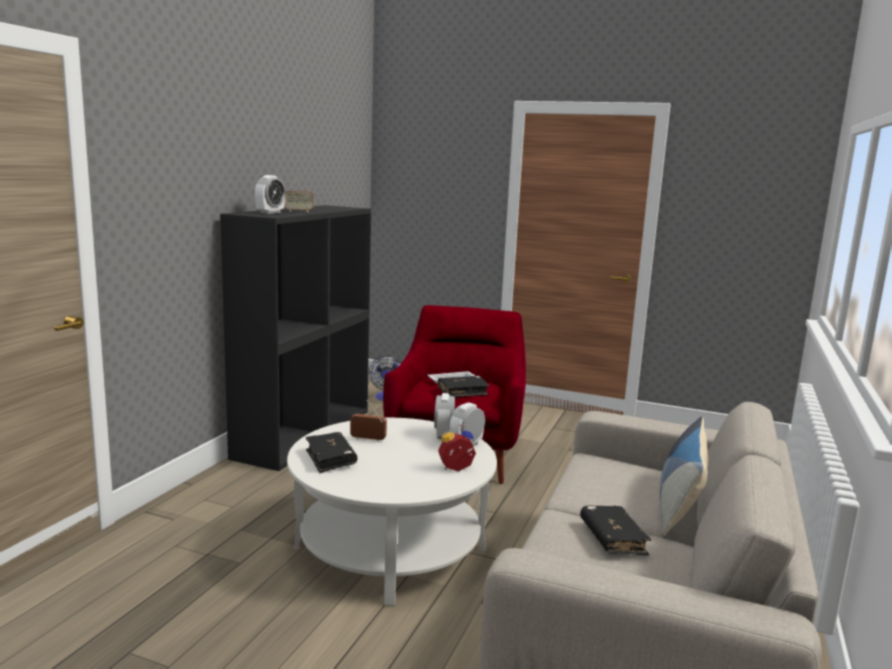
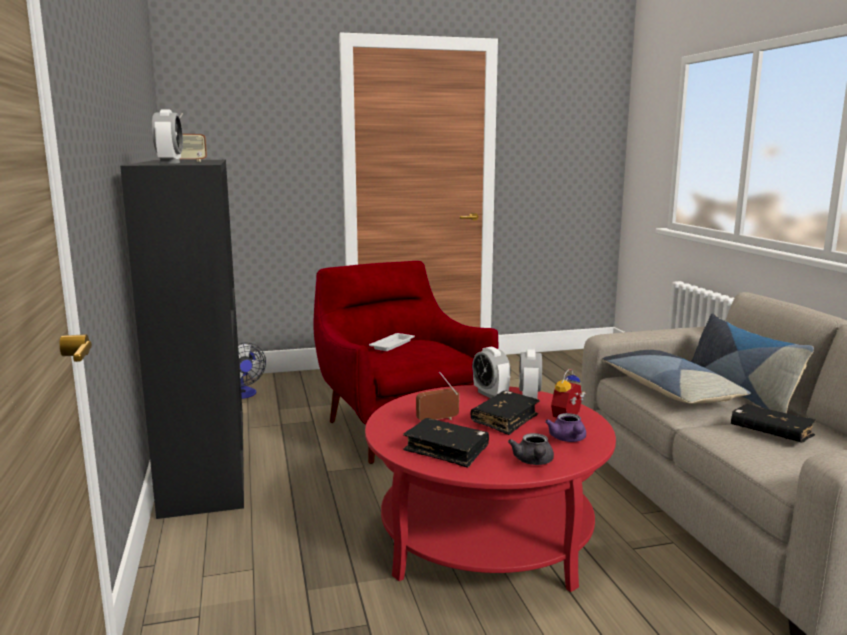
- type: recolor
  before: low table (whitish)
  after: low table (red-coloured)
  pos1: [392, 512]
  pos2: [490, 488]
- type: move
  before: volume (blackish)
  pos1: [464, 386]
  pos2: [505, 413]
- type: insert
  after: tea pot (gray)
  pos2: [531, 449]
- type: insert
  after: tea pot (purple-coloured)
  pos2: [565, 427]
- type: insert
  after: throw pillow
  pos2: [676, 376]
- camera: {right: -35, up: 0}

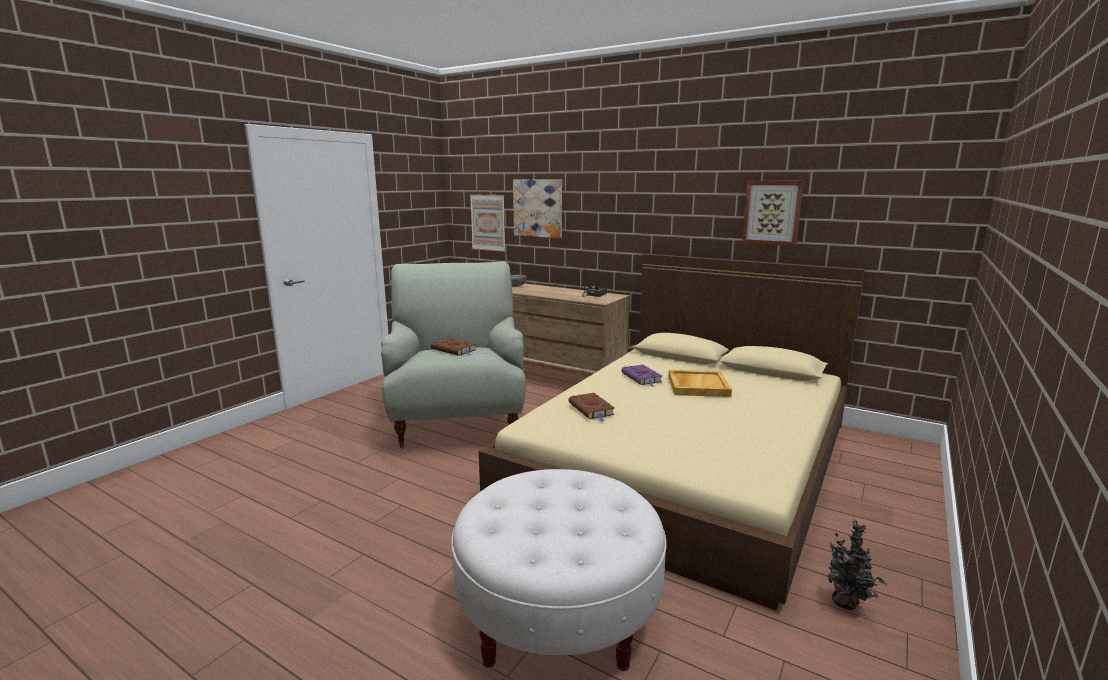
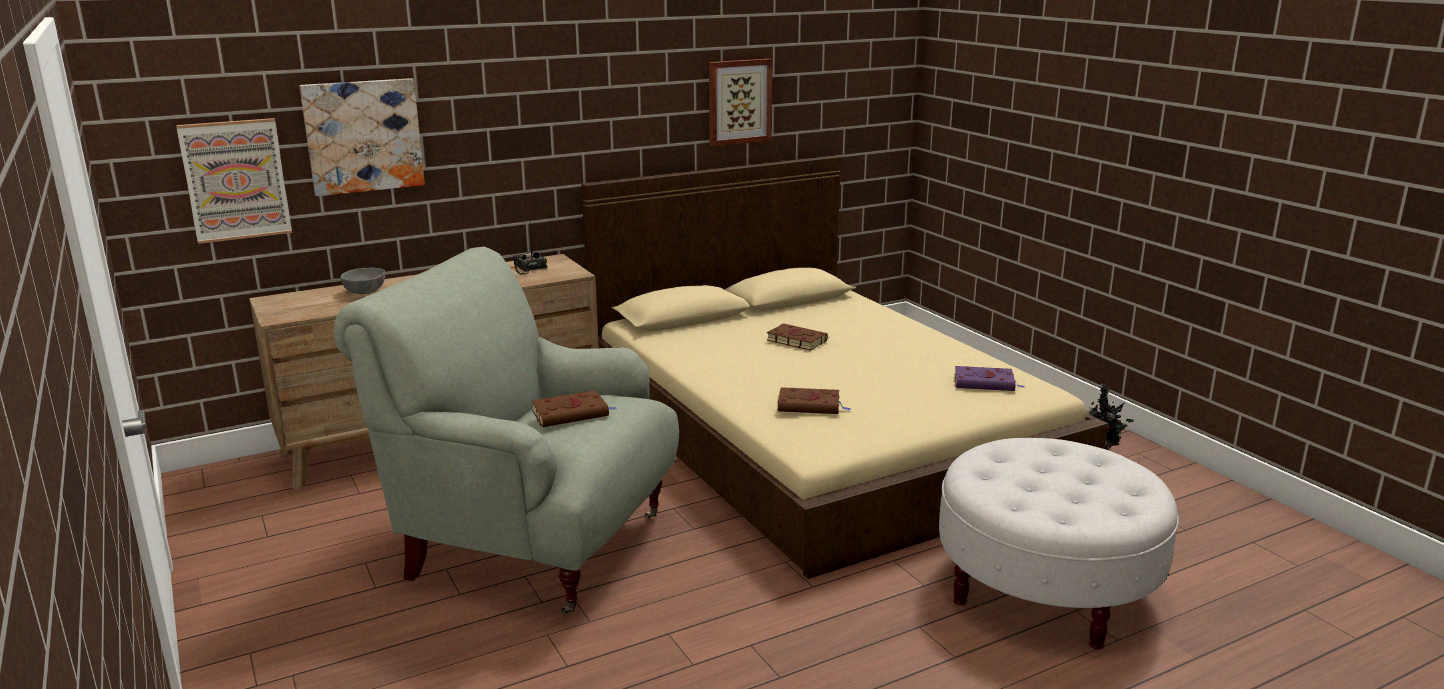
- type: move
  before: volume (purple-coloured)
  pos1: [641, 376]
  pos2: [989, 378]
- type: replace
  before: serving tray (sand-coloured)
  after: volume (brown-coloured)
  pos1: [700, 383]
  pos2: [797, 337]
- camera: {right: -60, up: 5}

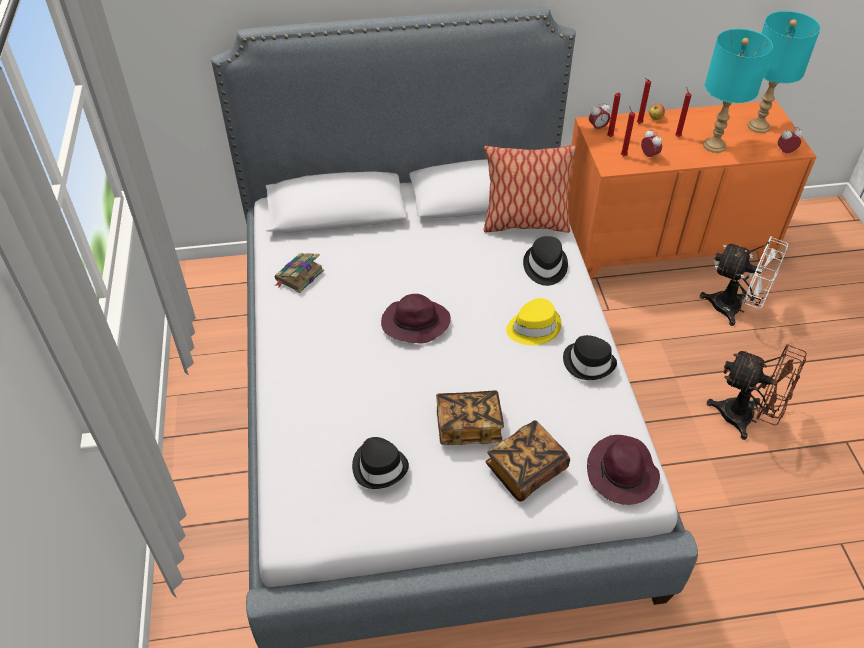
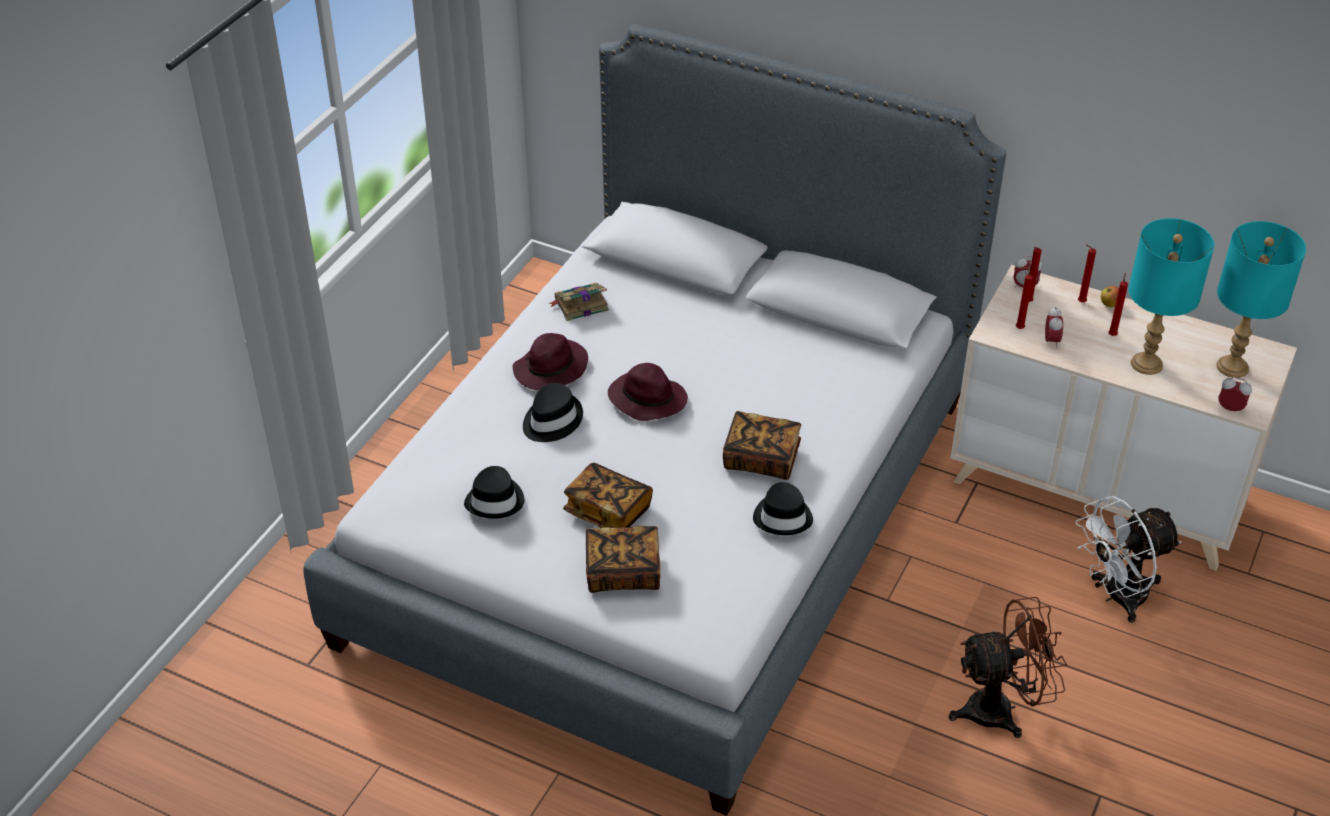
- type: delete
  before: throw pillow
  pos1: [530, 189]
- type: replace
  before: hat (yellowish)
  after: volume
  pos1: [534, 321]
  pos2: [762, 445]
- type: move
  before: hat (blackish)
  pos1: [545, 261]
  pos2: [553, 412]
- type: recolor
  before: dresser (orange)
  after: dresser (sand-coloured)
  pos1: [692, 190]
  pos2: [1124, 418]
- type: move
  before: hat (purple-coloured)
  pos1: [623, 470]
  pos2: [550, 361]
- type: rotate
  before: cooling fan (whitish)
  pos1: [744, 281]
  pos2: [1128, 559]
  turn: 90
- type: rotate
  before: cooling fan (brown-coloured)
  pos1: [757, 392]
  pos2: [1008, 667]
  turn: -75
- camera: {right: 35, up: -5}

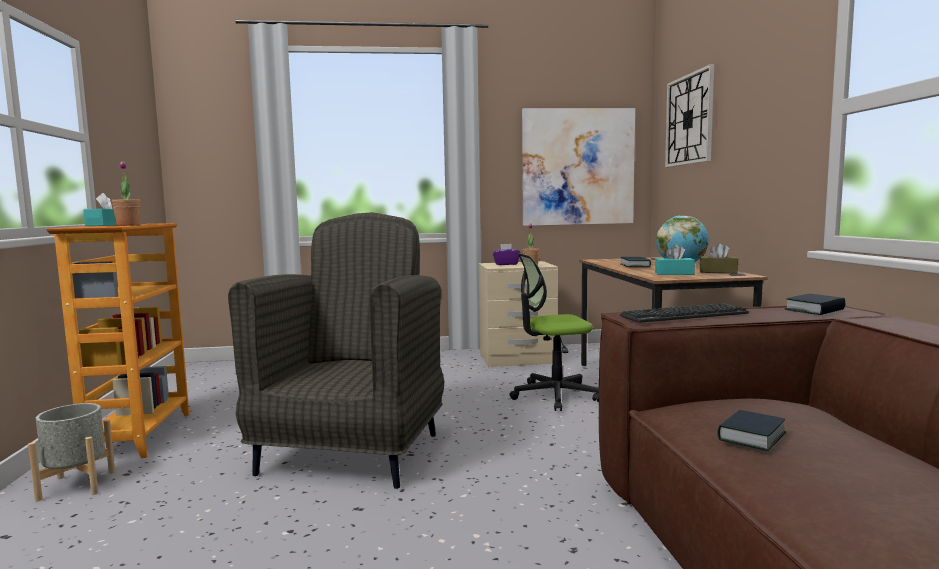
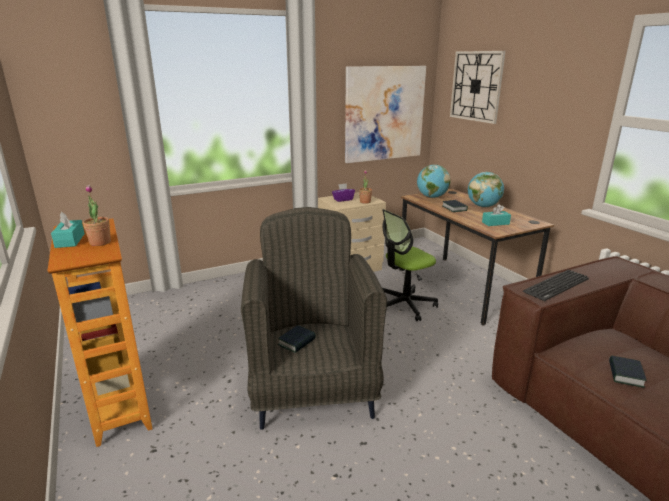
- type: delete
  before: plant pot (gray)
  pos1: [71, 452]
- type: delete
  before: tissue holder (brown-coloured)
  pos1: [719, 258]
- type: move
  before: volume
  pos1: [815, 304]
  pos2: [297, 339]
- type: insert
  after: globe
  pos2: [434, 181]
- camera: {right: -20, up: 15}

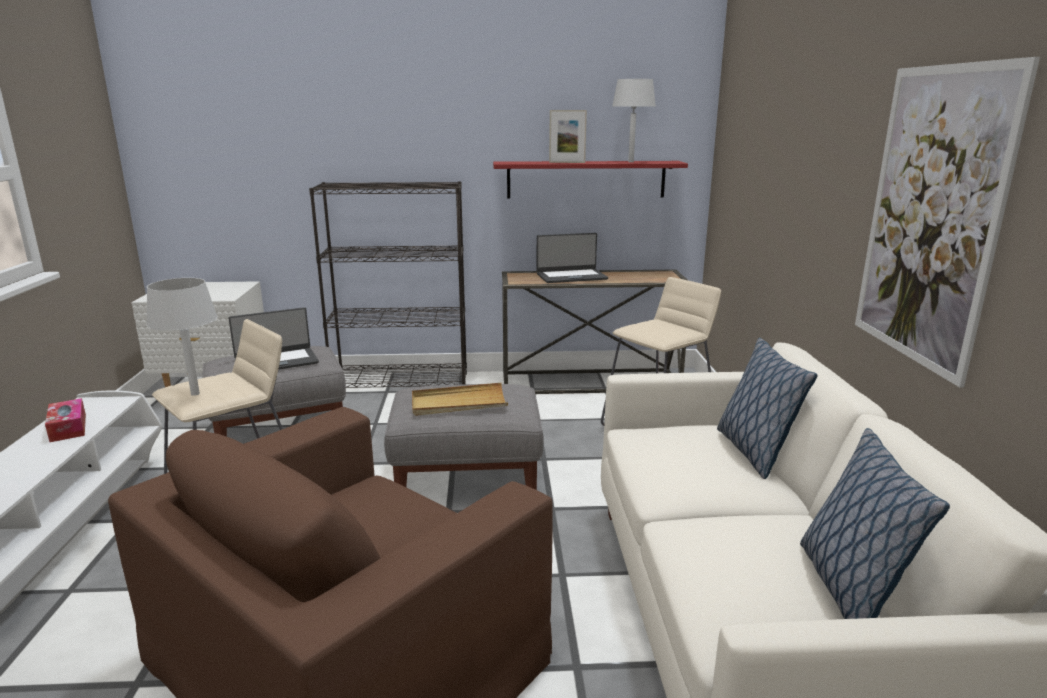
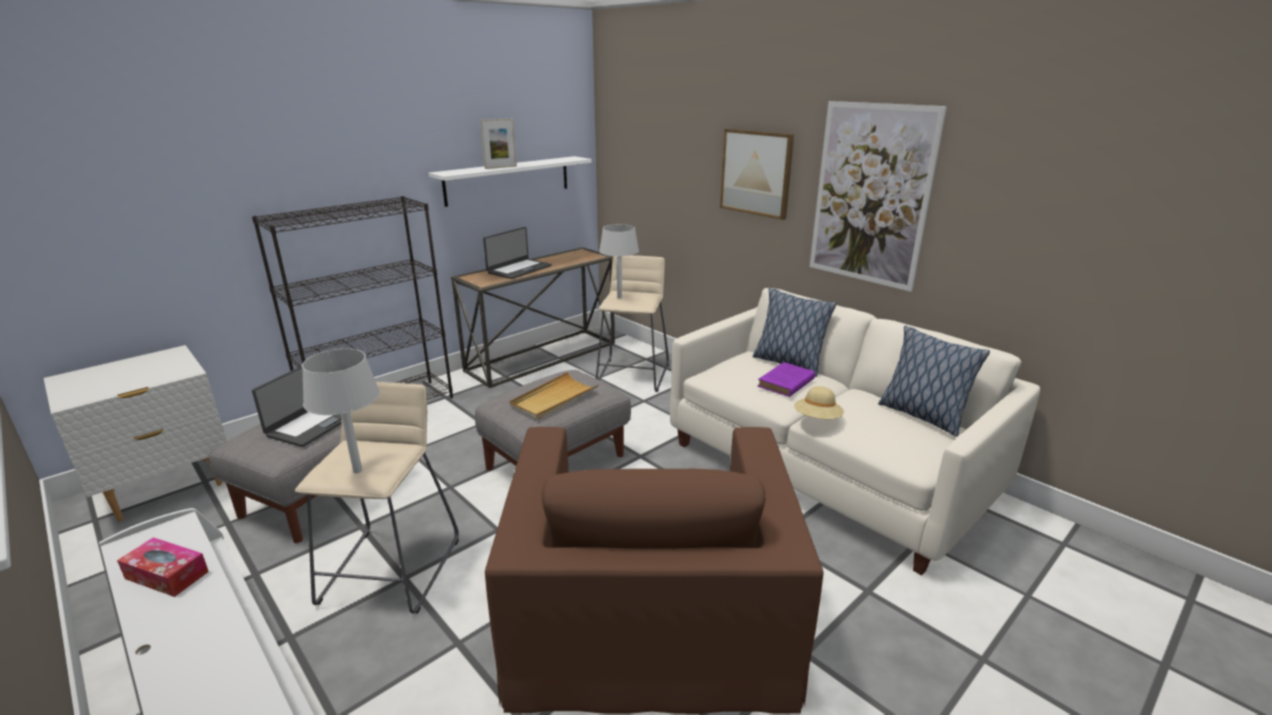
- type: recolor
  before: wall shelf (red-coloured)
  after: wall shelf (whitish)
  pos1: [590, 180]
  pos2: [510, 181]
- type: move
  before: table lamp (gray)
  pos1: [634, 120]
  pos2: [619, 261]
- type: insert
  after: wall picture
  pos2: [757, 174]
- type: insert
  after: volume (purple-coloured)
  pos2: [786, 379]
- type: insert
  after: hat (sand-coloured)
  pos2: [819, 402]
- camera: {right: -40, up: 5}

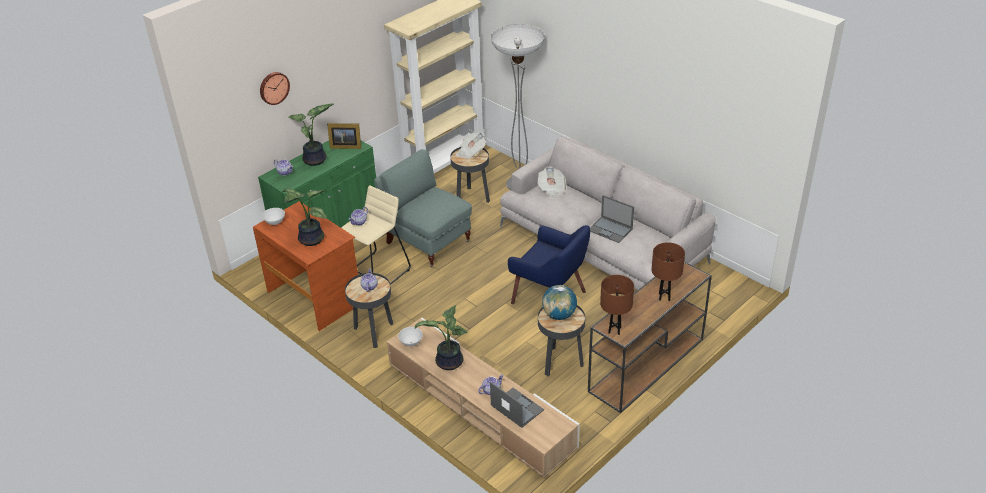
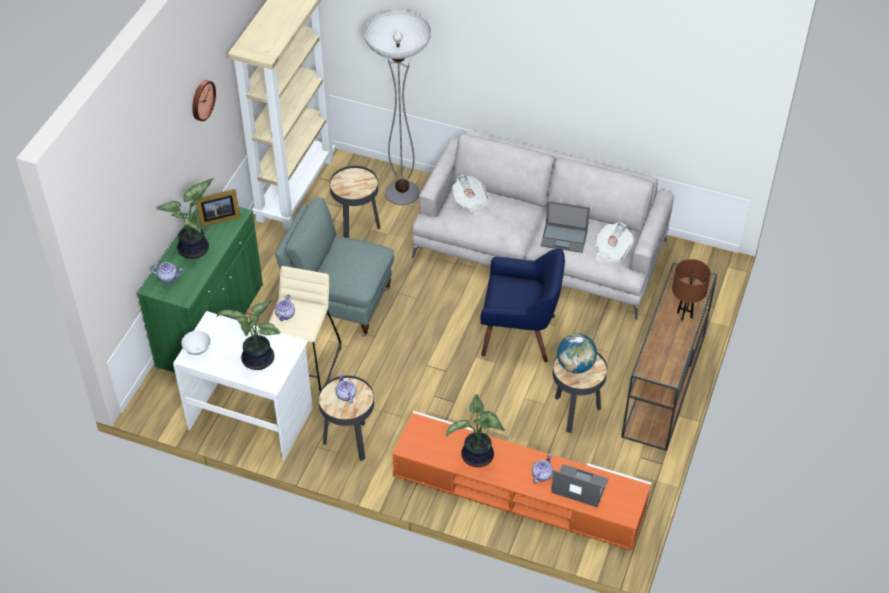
- type: recolor
  before: desk table (brown-coloured)
  after: desk table (whitish)
  pos1: [305, 266]
  pos2: [243, 385]
- type: move
  before: wall clock
  pos1: [275, 88]
  pos2: [204, 100]
- type: recolor
  before: media console (sand-coloured)
  after: media console (orange)
  pos1: [483, 397]
  pos2: [522, 481]
- type: delete
  before: deep dish (whitish)
  pos1: [410, 336]
- type: move
  before: daily paper
  pos1: [471, 146]
  pos2: [614, 242]
- type: delete
  before: table lamp (brown-coloured)
  pos1: [617, 305]
- camera: {right: -25, up: 10}

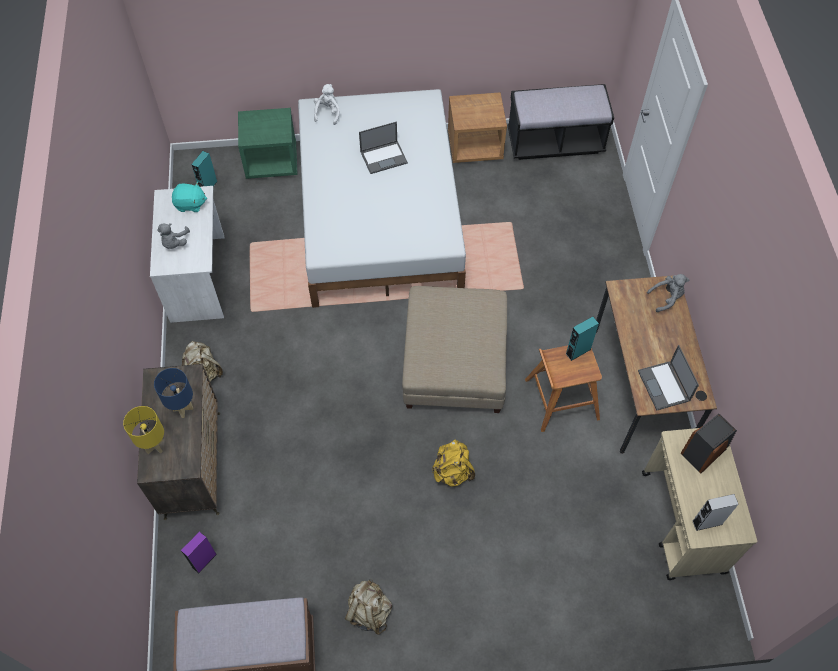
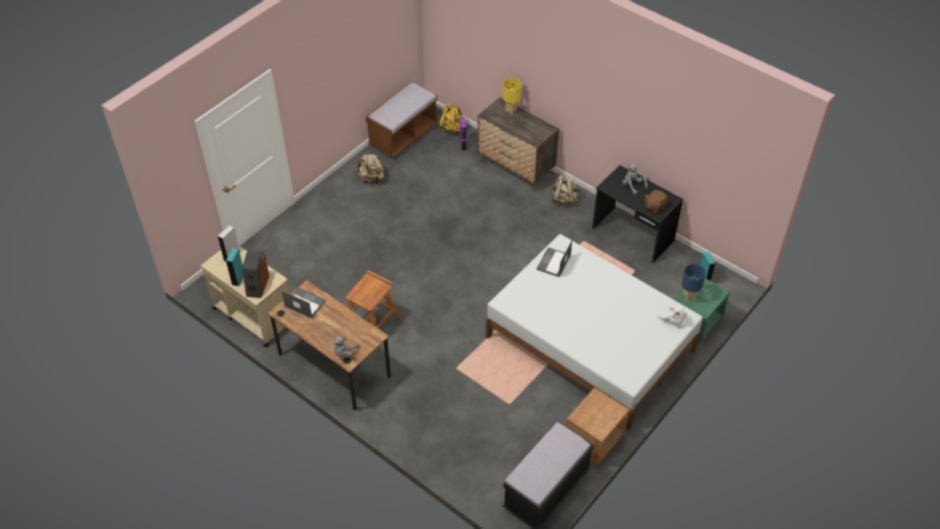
- type: recolor
  before: desk table (whitish)
  after: desk table (blackish)
  pos1: [187, 254]
  pos2: [637, 214]
- type: move
  before: table lamp (blue-coloured)
  pos1: [173, 393]
  pos2: [694, 282]
- type: recolor
  before: cuddly toy (turquoise-coloured)
  after: cuddly toy (brown-coloured)
  pos1: [189, 197]
  pos2: [656, 201]
- type: move
  before: notebook computer
  pos1: [383, 147]
  pos2: [554, 258]
- type: delete
  before: pouffe (sand-coloured)
  pos1: [454, 349]
- type: move
  before: knapsack (yellowish)
  pos1: [453, 463]
  pos2: [451, 119]
- type: move
  before: speaker (turquoise-coloured)
  pos1: [582, 338]
  pos2: [234, 267]
- camera: {right: 135, up: -10}

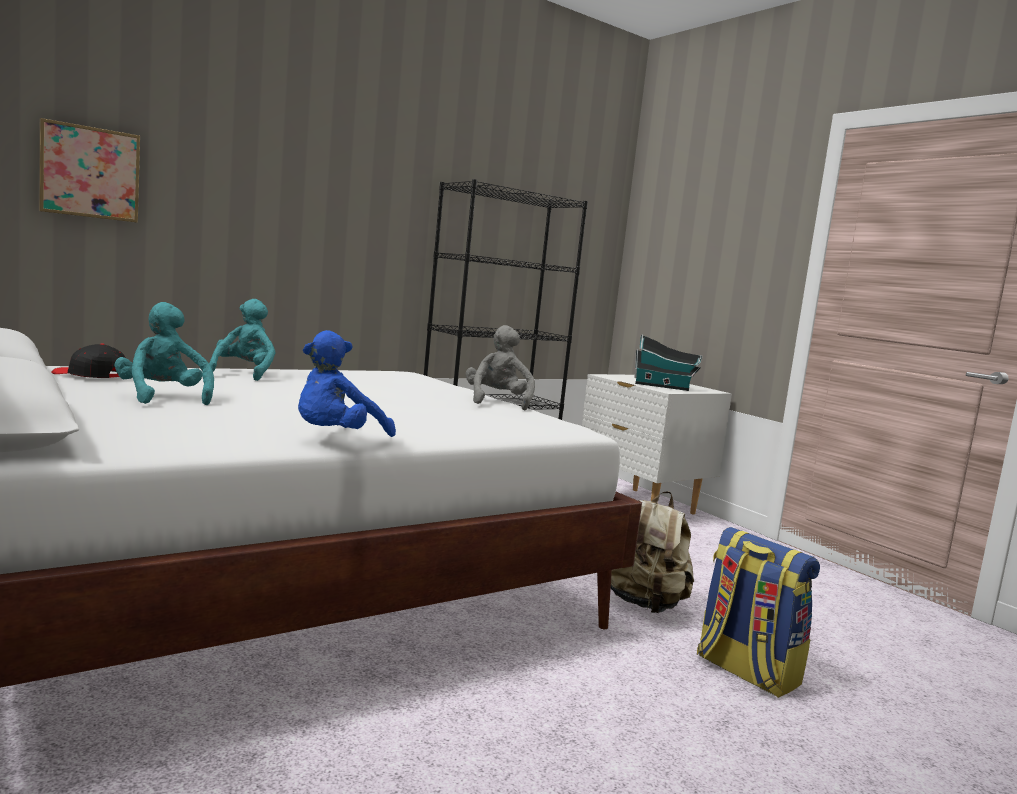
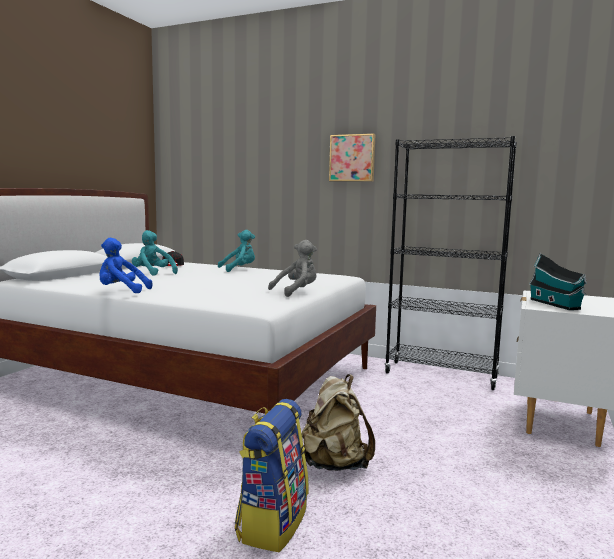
- type: move
  before: wall picture
  pos1: [89, 170]
  pos2: [352, 158]
- type: rotate
  before: cuddly toy (turquoise-coloured)
  pos1: [164, 353]
  pos2: [155, 253]
  turn: -75
- camera: {right: 60, up: 0}

